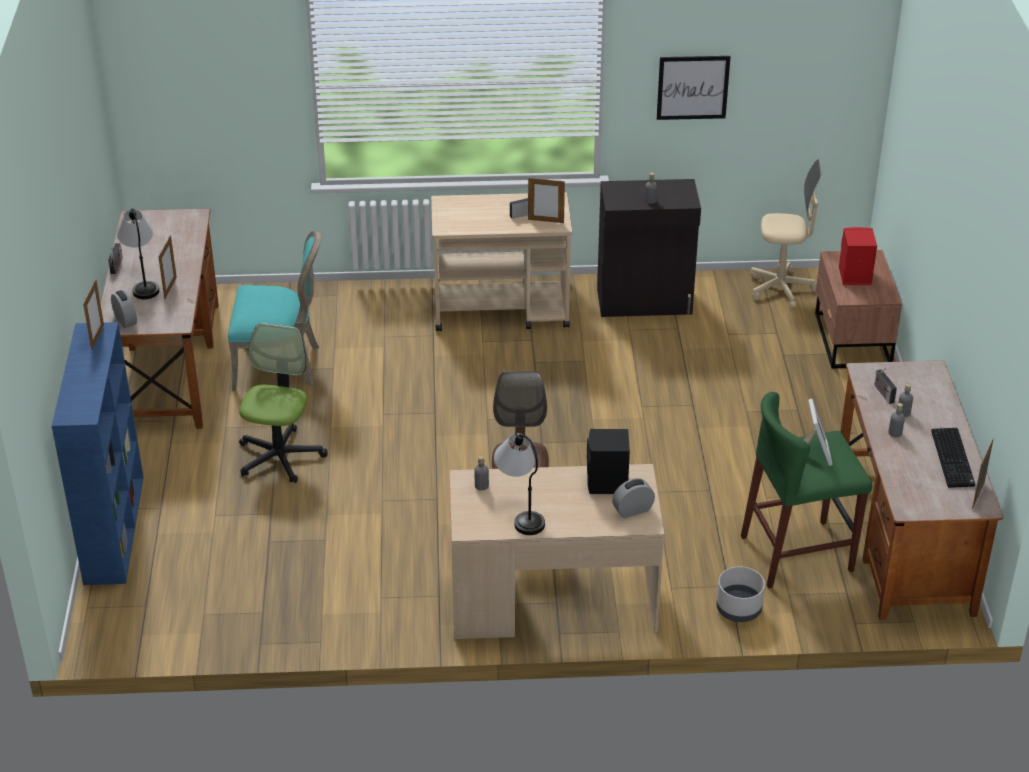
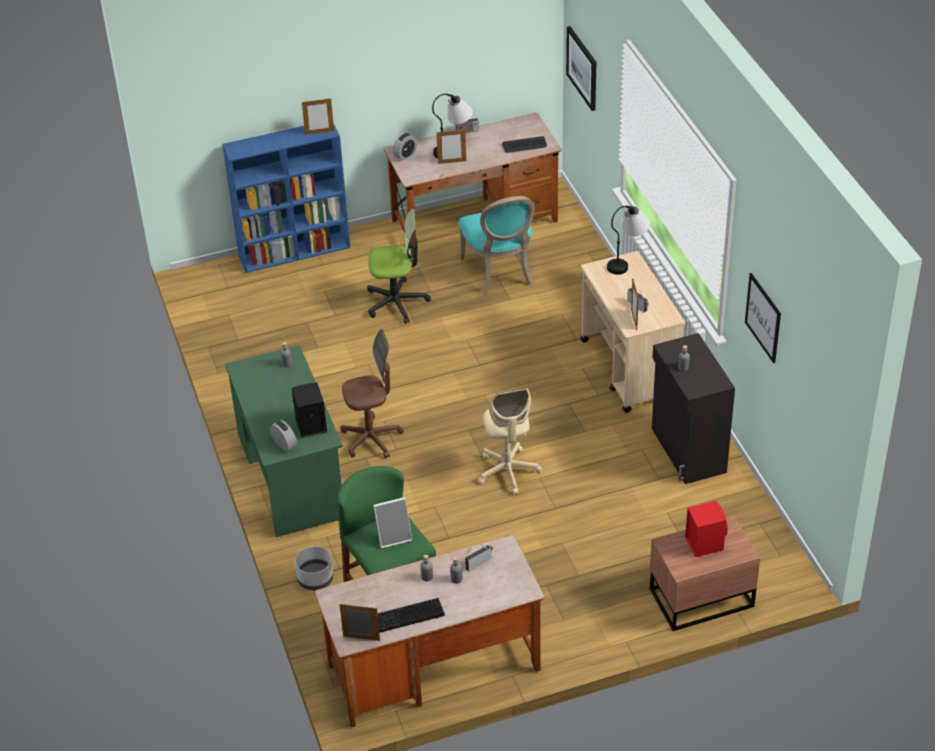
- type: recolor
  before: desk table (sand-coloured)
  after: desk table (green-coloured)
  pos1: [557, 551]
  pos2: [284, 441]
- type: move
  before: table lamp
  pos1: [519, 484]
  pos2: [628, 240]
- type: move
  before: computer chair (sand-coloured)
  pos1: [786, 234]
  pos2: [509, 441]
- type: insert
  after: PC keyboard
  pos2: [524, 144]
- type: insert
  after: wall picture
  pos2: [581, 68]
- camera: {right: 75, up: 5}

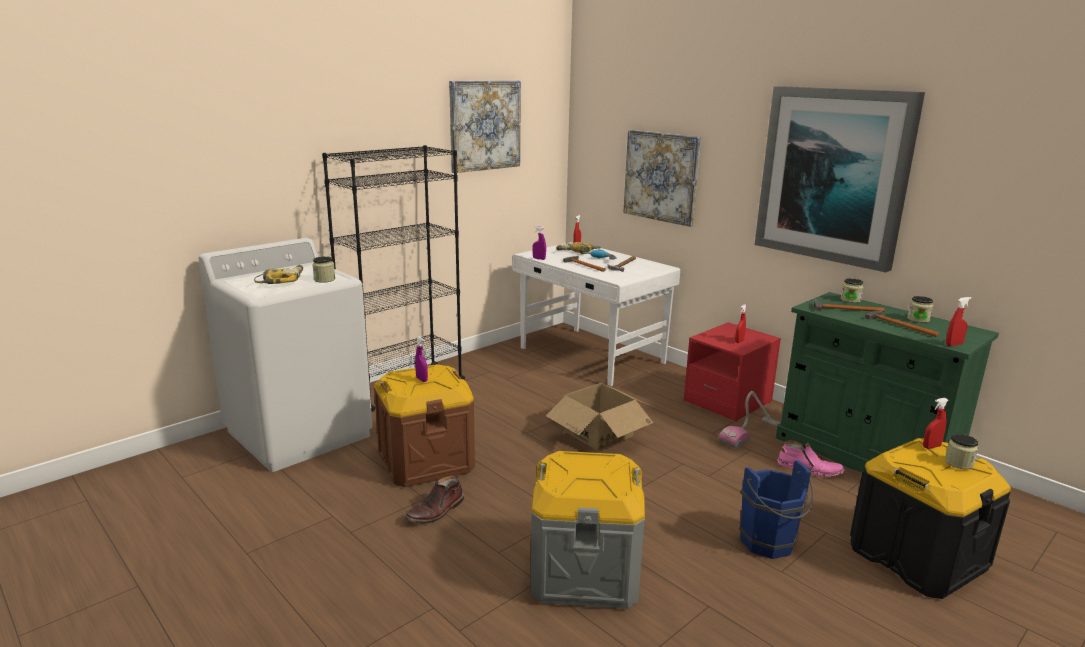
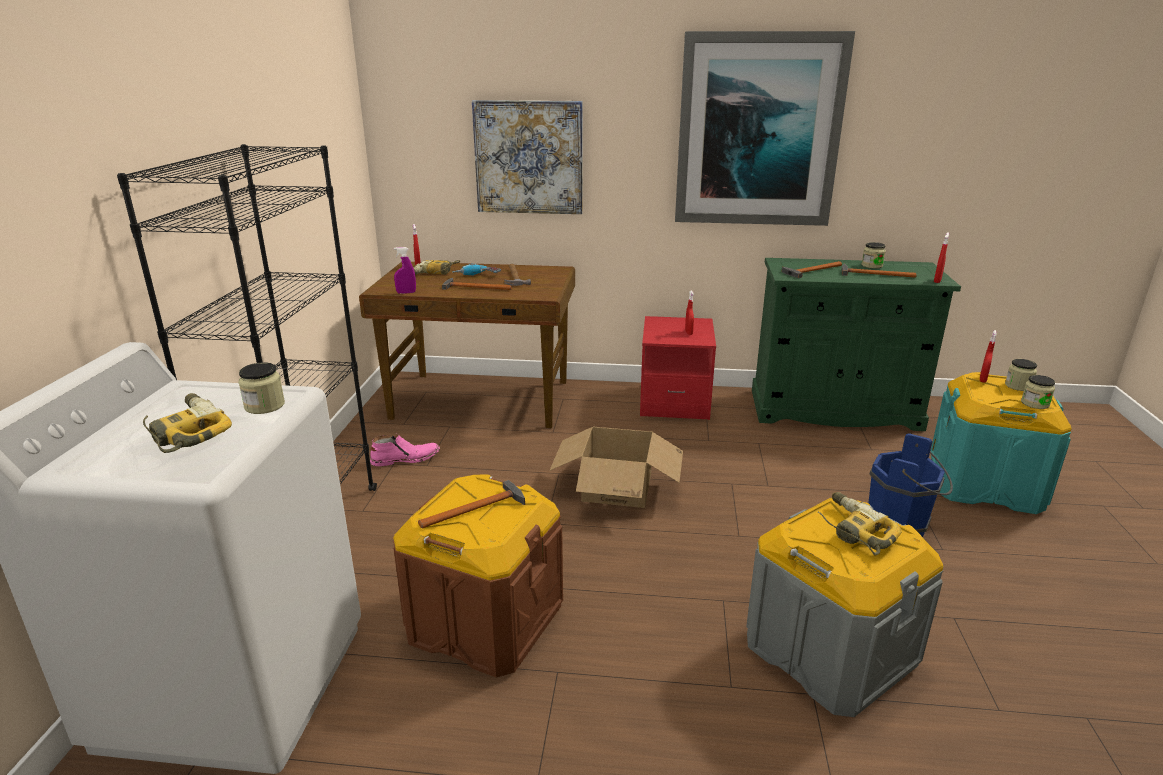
- type: delete
  before: high-top boot (brown-coloured)
  pos1: [434, 499]
- type: replace
  before: sprayer (purple-coloured)
  after: tool hammer
  pos1: [421, 359]
  pos2: [471, 504]
- type: delete
  before: wall picture
  pos1: [485, 127]
- type: recolor
  before: desk table (whitish)
  after: desk table (brown-coloured)
  pos1: [596, 314]
  pos2: [467, 345]
- type: delete
  before: vacuum cleaner
  pos1: [749, 420]
- type: move
  before: high-top boot (pink)
  pos1: [811, 458]
  pos2: [405, 449]
- type: move
  before: jar
  pos1: [852, 290]
  pos2: [1038, 392]
- type: recolor
  before: storage container (blackish)
  after: storage container (turquoise-coloured)
  pos1: [930, 518]
  pos2: [1001, 443]
- type: insert
  after: drill
  pos2: [860, 524]
- camera: {right: -40, up: 5}

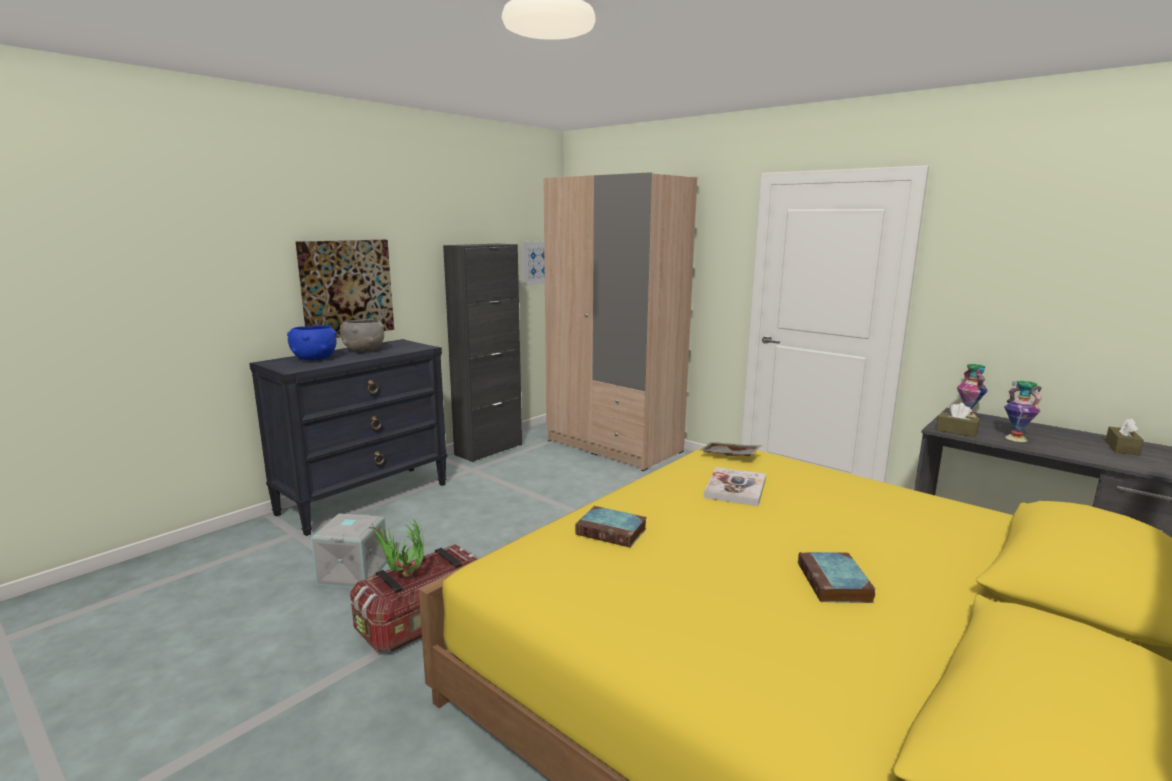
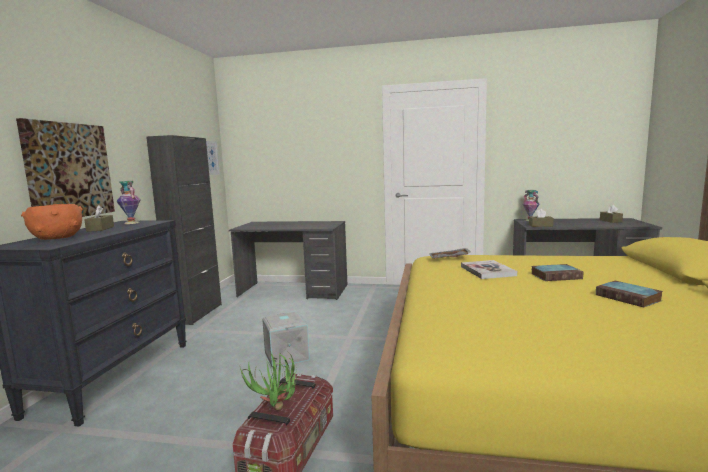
- type: recolor
  before: deep dish (blue-coloured)
  after: deep dish (orange)
  pos1: [312, 342]
  pos2: [52, 222]
- type: move
  before: storage container (gray)
  pos1: [349, 550]
  pos2: [286, 340]
- type: replace
  before: deep dish (gray)
  after: tissue holder (brown-coloured)
  pos1: [362, 335]
  pos2: [99, 218]
- type: replace
  before: clothes cupboard (sand-coloured)
  after: desk table (gray)
  pos1: [620, 321]
  pos2: [288, 260]
- type: move
  before: volume
  pos1: [611, 527]
  pos2: [557, 272]
- type: move
  before: decorative vase
  pos1: [1023, 411]
  pos2: [128, 202]
- camera: {right: -30, up: -5}

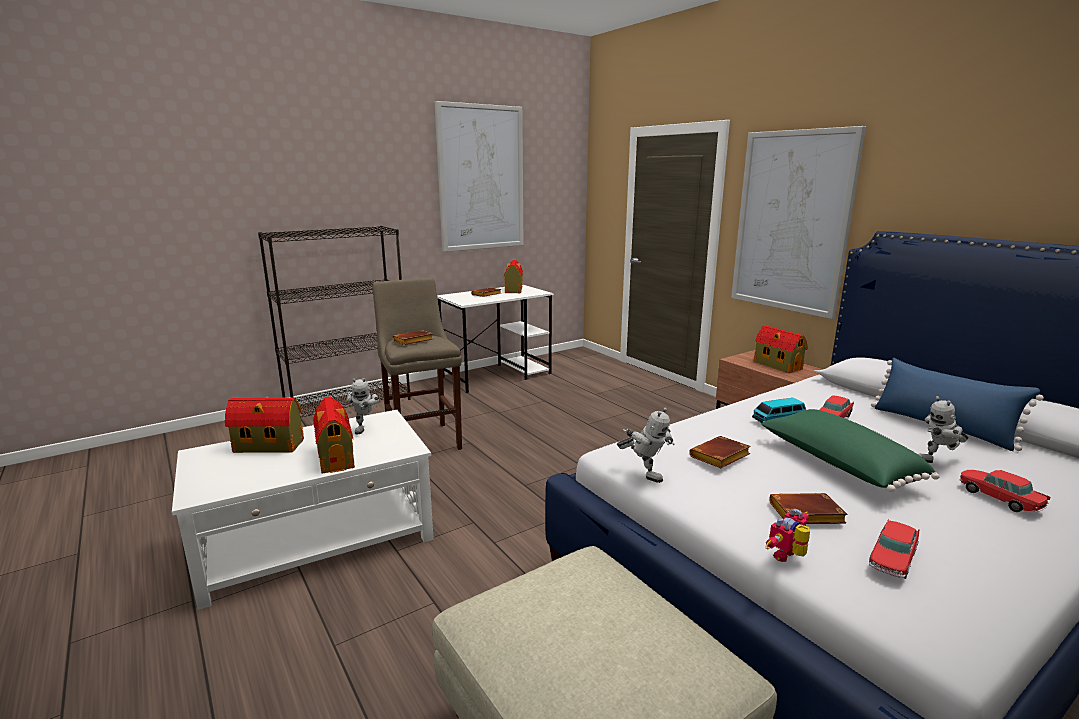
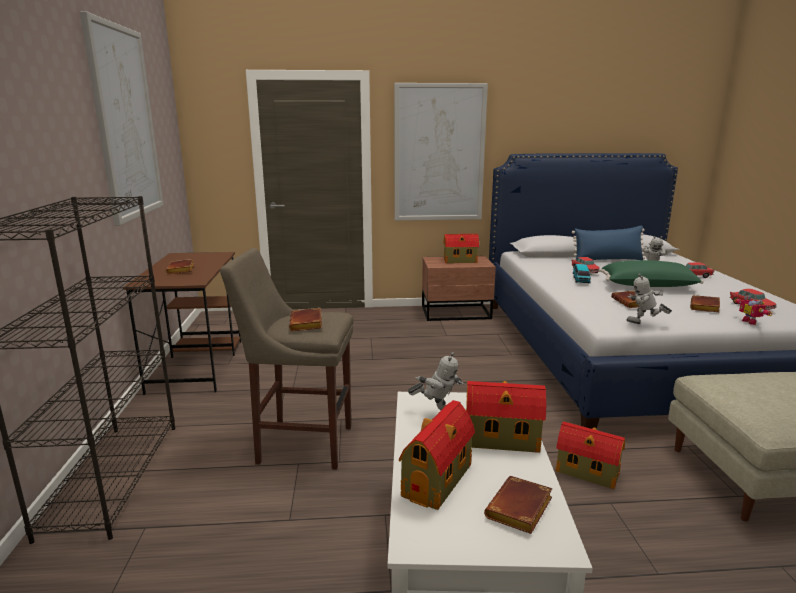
- type: recolor
  before: desk table (whitish)
  after: desk table (brown-coloured)
  pos1: [495, 339]
  pos2: [182, 323]
- type: move
  before: toy house
  pos1: [513, 276]
  pos2: [590, 455]
- type: rotate
  before: robot figure
  pos1: [645, 445]
  pos2: [649, 298]
  turn: -150
- type: insert
  after: volume (brown-coloured)
  pos2: [518, 505]
- camera: {right: -60, up: 0}

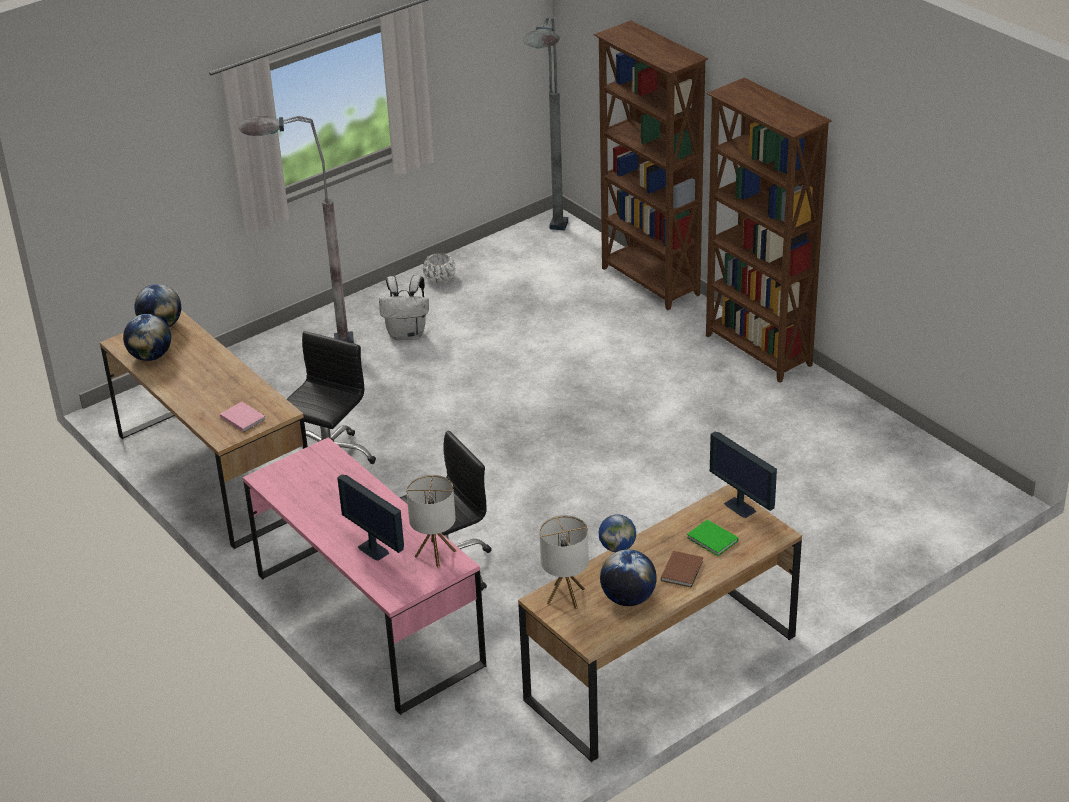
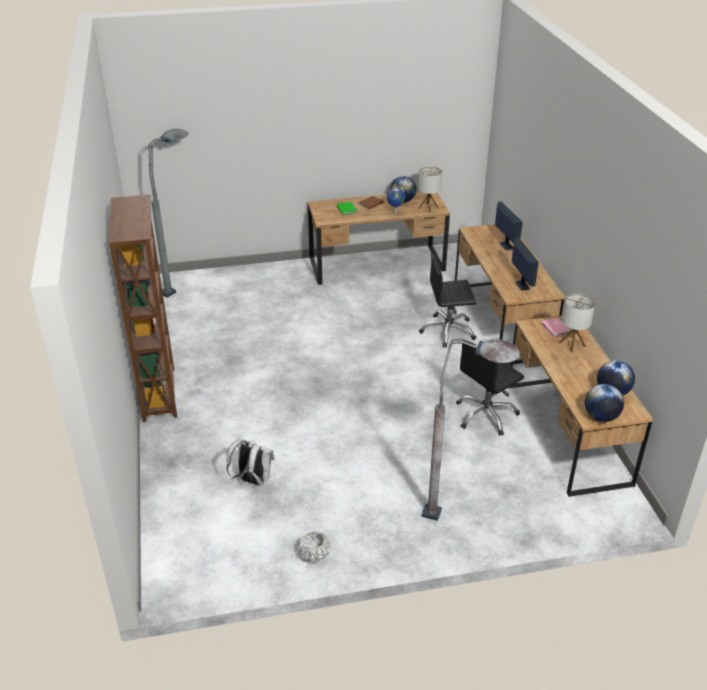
- type: recolor
  before: desk table (pink)
  after: desk table (brown-coloured)
  pos1: [364, 576]
  pos2: [510, 294]
- type: move
  before: knapsack (whitish)
  pos1: [404, 307]
  pos2: [250, 462]
- type: move
  before: table lamp
  pos1: [431, 521]
  pos2: [577, 323]
- type: move
  before: standing lamp (gray)
  pos1: [545, 124]
  pos2: [169, 213]
- type: delete
  before: bookshelf (brown-coloured)
  pos1: [651, 165]
- type: move
  before: computer screen
  pos1: [743, 475]
  pos2: [525, 264]
- camera: {right: -155, up: 0}

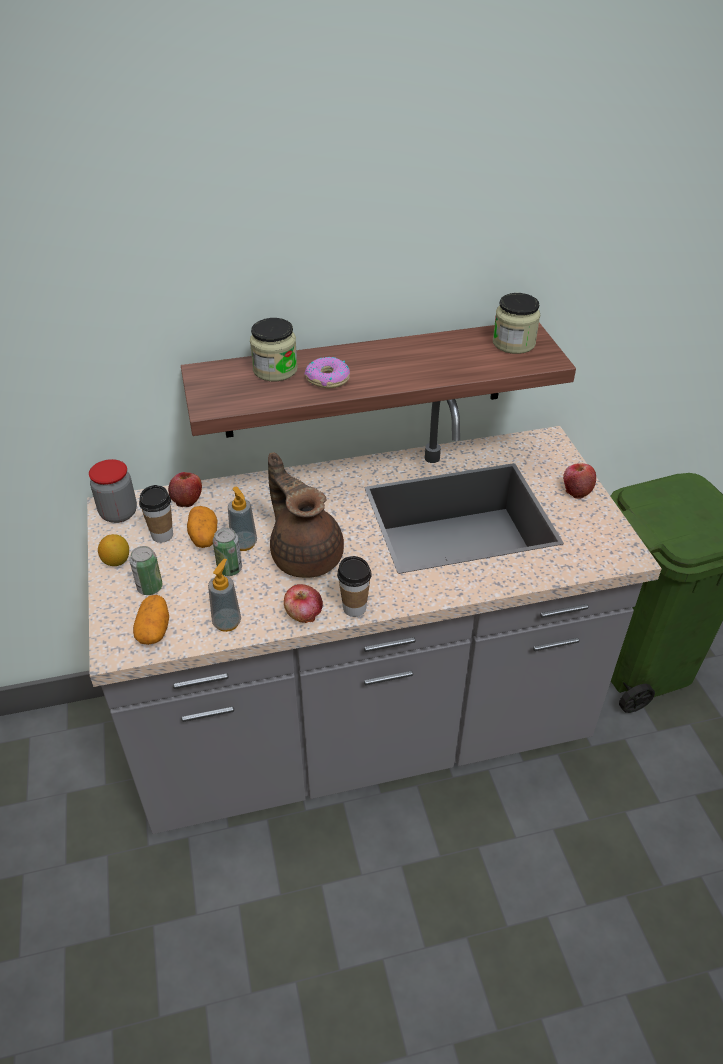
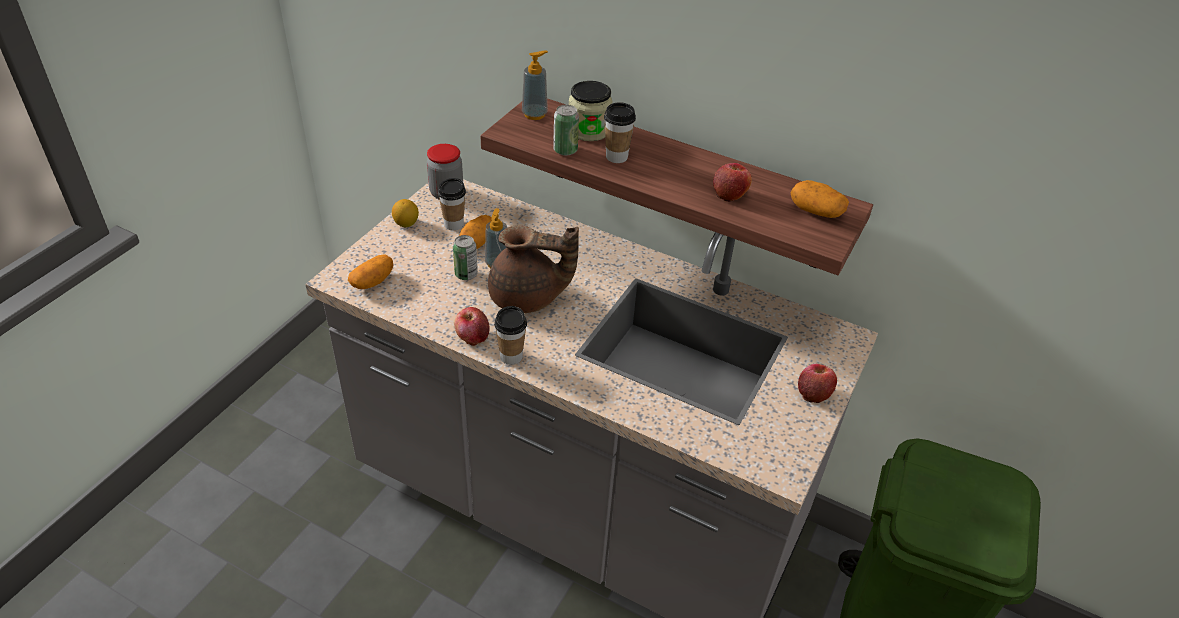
- type: move
  before: metal can
  pos1: [146, 570]
  pos2: [566, 130]
- type: move
  before: whole apple
  pos1: [185, 489]
  pos2: [732, 182]
- type: move
  before: soap dispenser
  pos1: [224, 595]
  pos2: [535, 85]
- type: rotate
  before: tea pot (brown-coloured)
  pos1: [306, 515]
  pos2: [533, 269]
  turn: 90
- type: replace
  before: ring doughnut
  after: cup
  pos1: [327, 372]
  pos2: [620, 132]
- type: replace
  before: jar
  after: spud
  pos1: [516, 323]
  pos2: [819, 199]
- camera: {right: 40, up: 0}

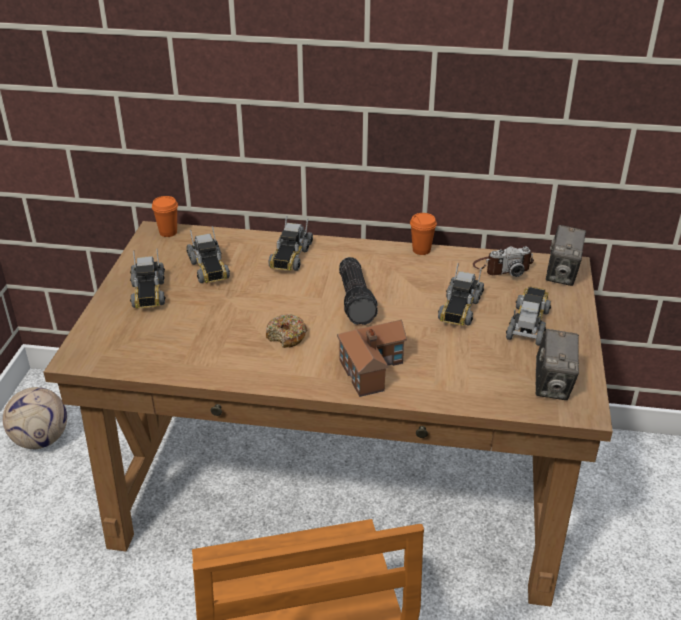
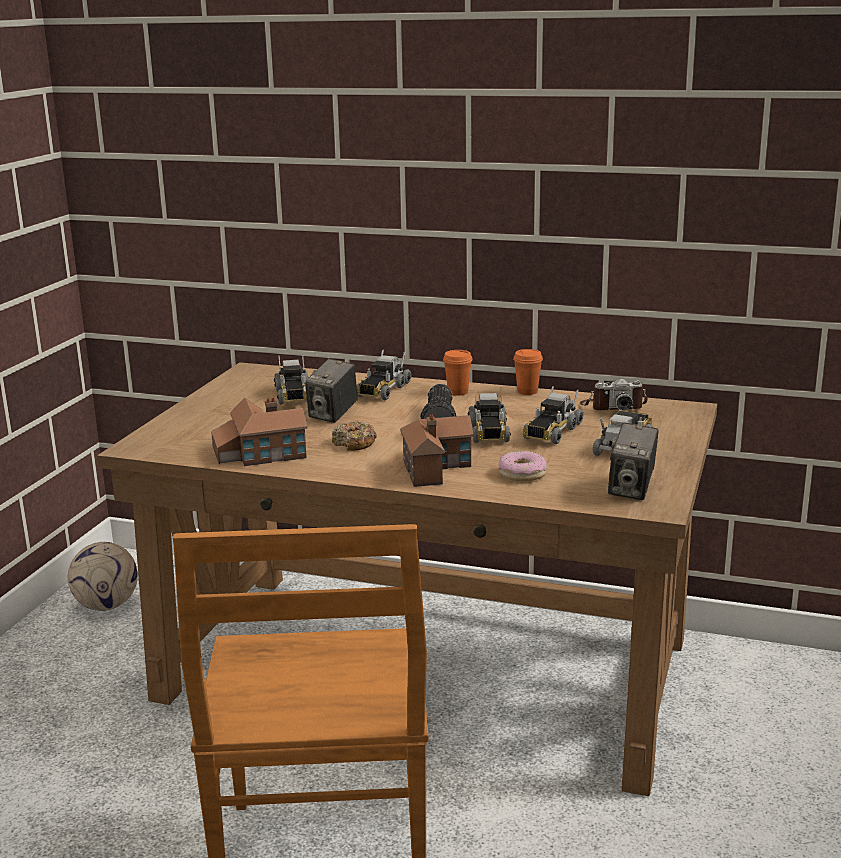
- type: move
  before: toy lorry
  pos1: [148, 278]
  pos2: [489, 414]
- type: move
  before: cup (orange)
  pos1: [165, 216]
  pos2: [458, 373]
- type: move
  before: still camera
  pos1: [566, 255]
  pos2: [331, 390]
- type: insert
  after: toy house
  pos2: [259, 432]
- type: insert
  after: ring doughnut
  pos2: [523, 466]
- camera: {right: 10, up: -15}

